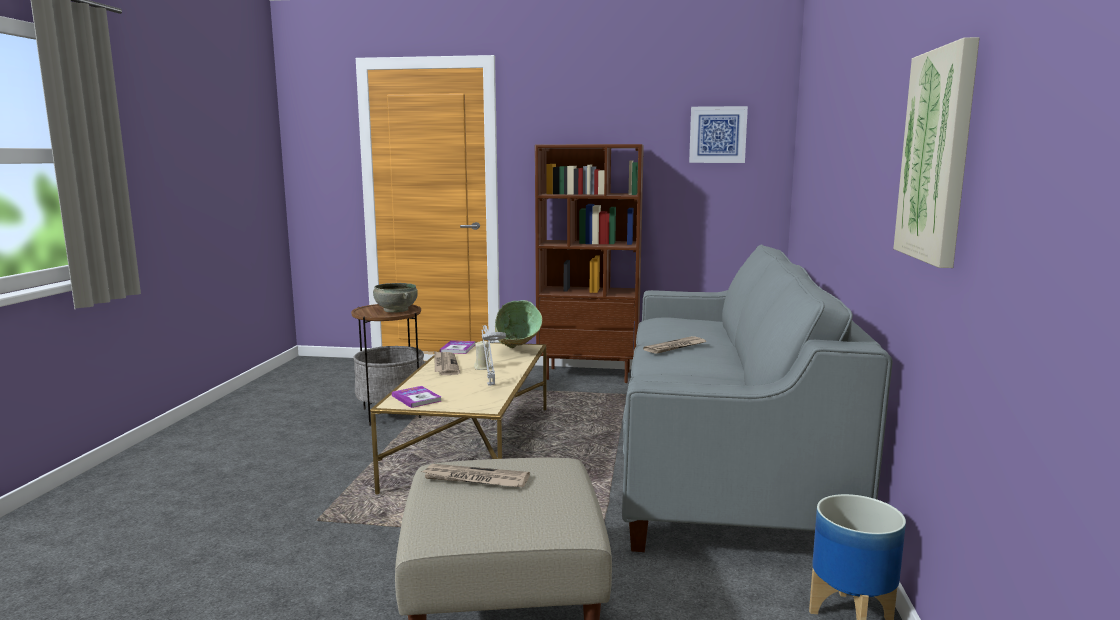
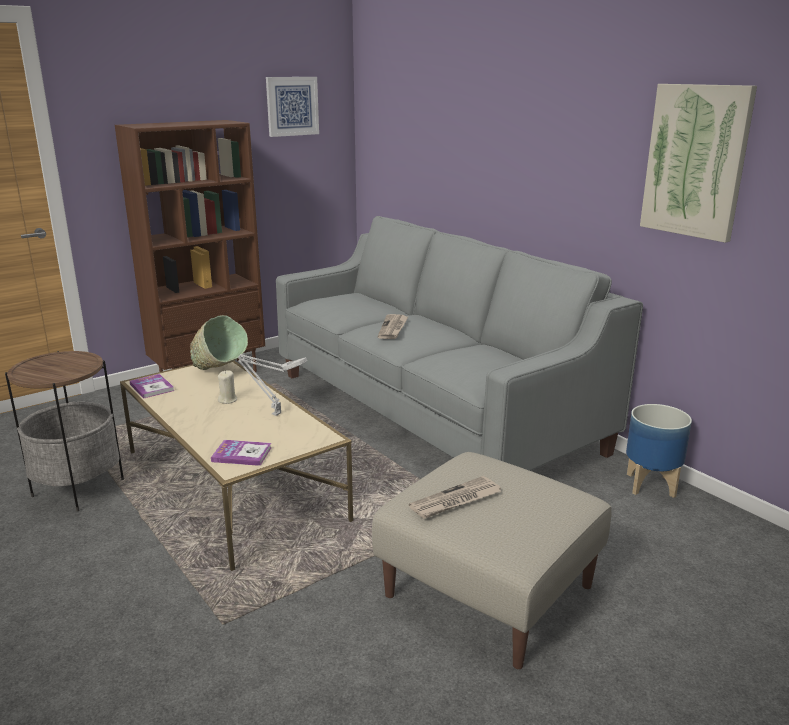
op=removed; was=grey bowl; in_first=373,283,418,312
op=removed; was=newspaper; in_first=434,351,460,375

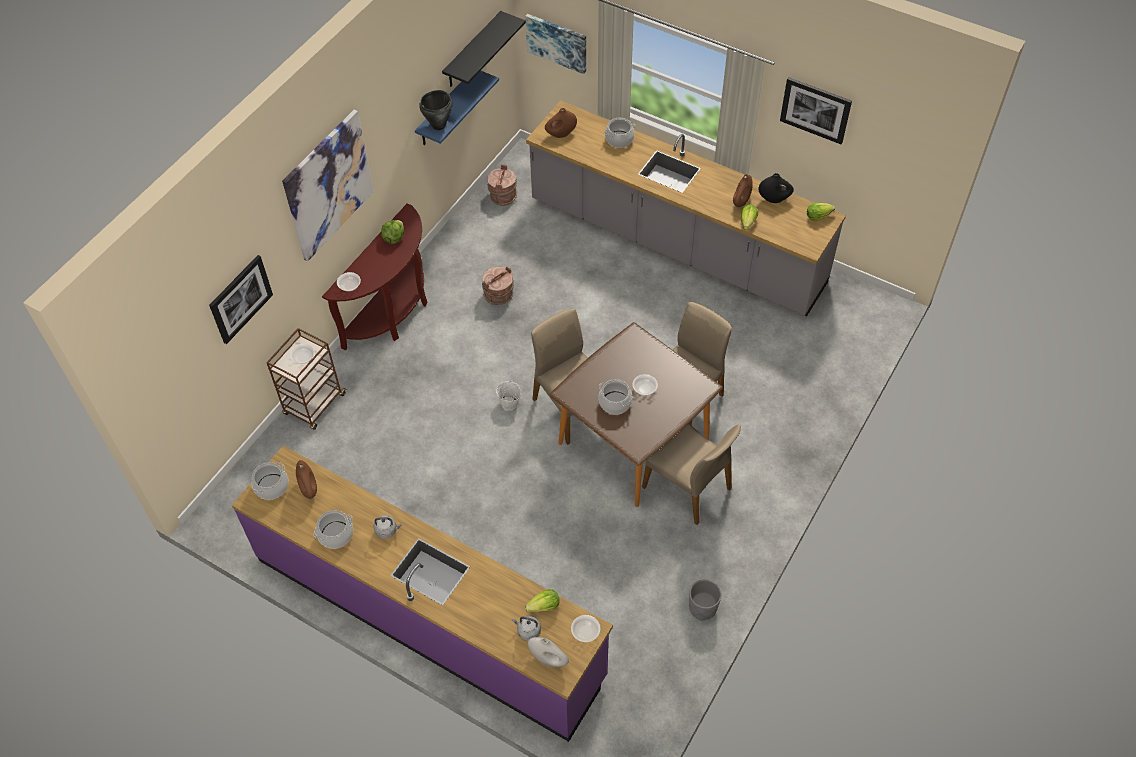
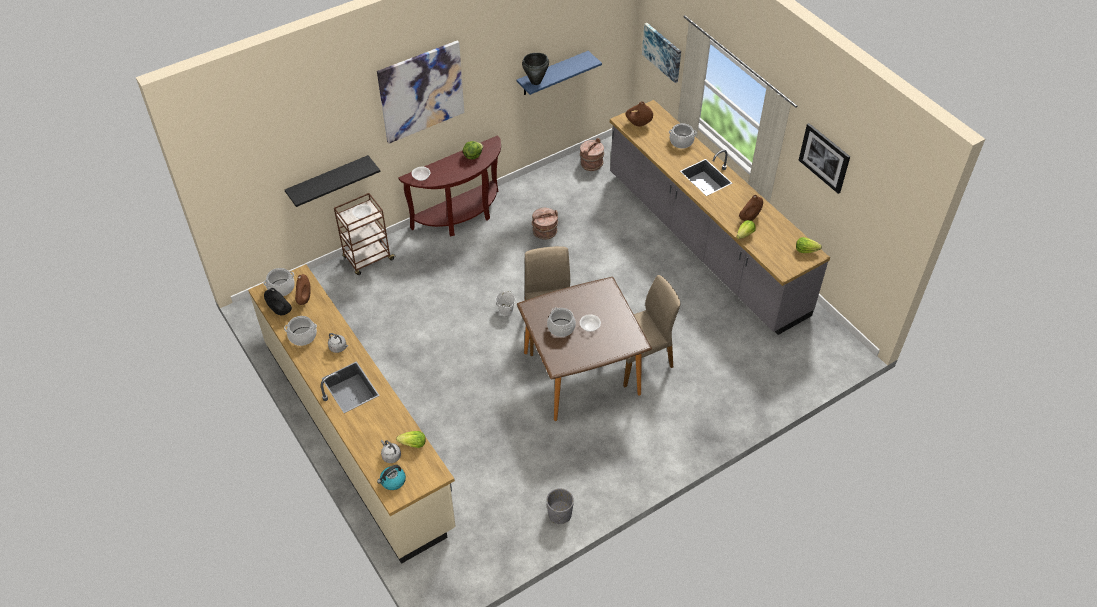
op=recoloured; was=purple counter; now=beige counter; in_first=232,446,613,742; in_second=248,264,456,564
op=moved; was=black vase; in_first=759,173,794,203; in_second=264,288,292,315
op=moved; was=black shelf; in_first=442,11,526,87; in_second=285,155,380,207
op=replaced; was=white vase; now=kettle; in_first=528,637,569,667; in_second=377,465,406,490
op=removed; was=picture; in_first=209,255,273,344
op=removed; was=bowl; in_first=571,615,600,642
op=removed; was=beige chair; in_first=642,424,741,525

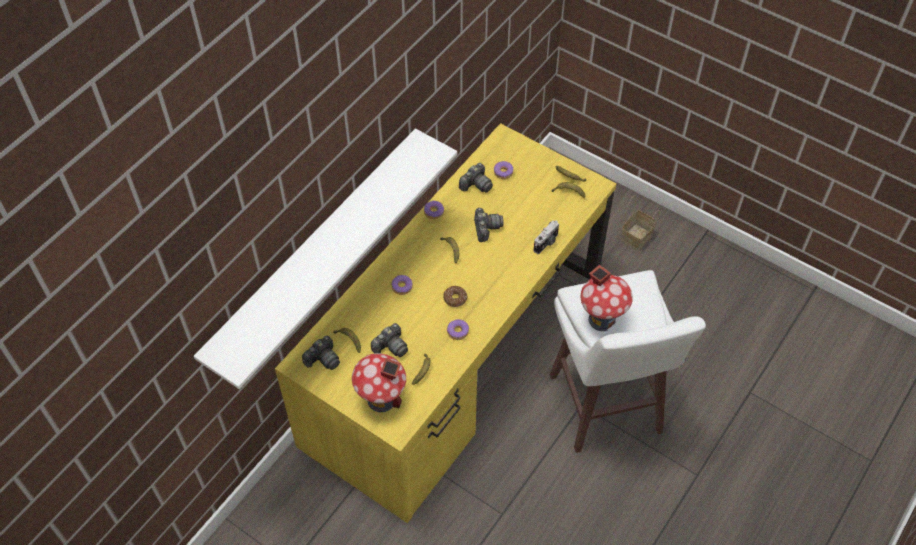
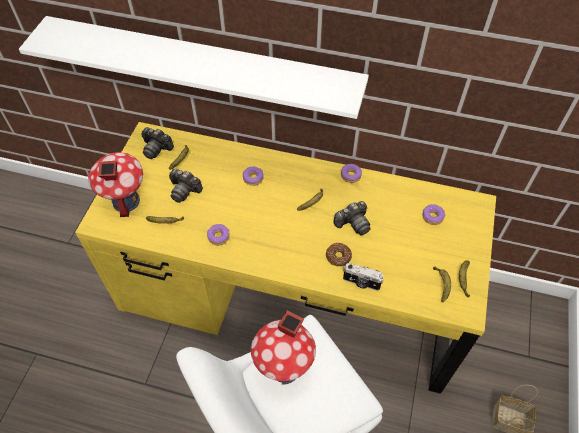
op=moved; was=donut; in_first=443,286,467,307; in_second=326,243,352,267
op=removed; was=photo camera; in_first=459,163,493,193

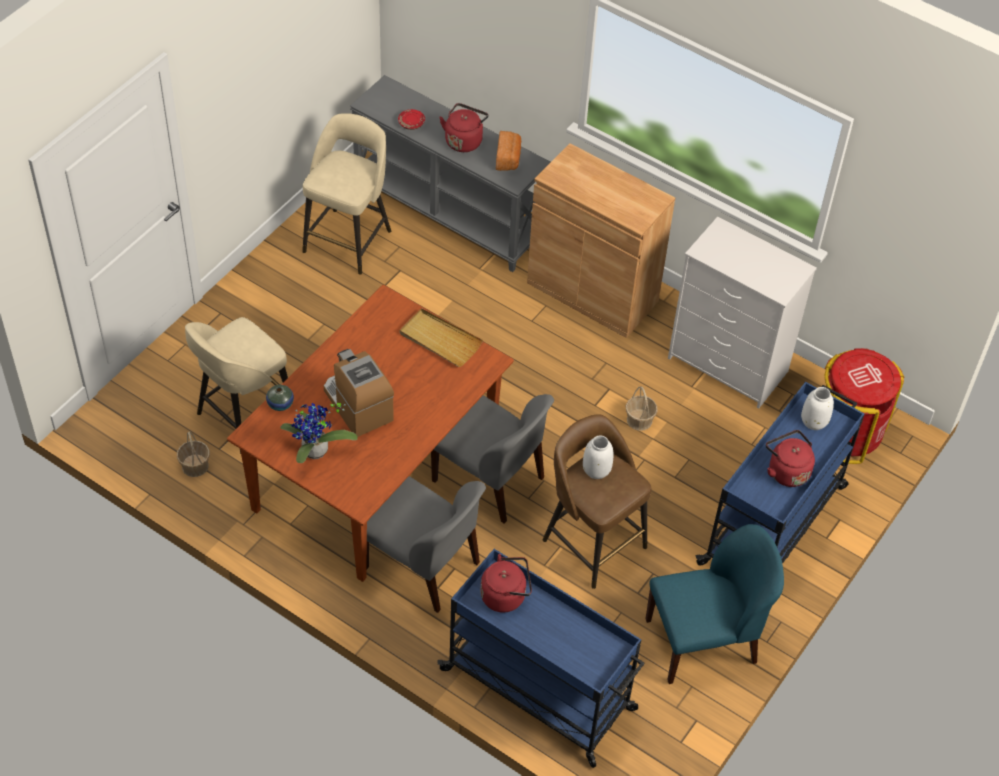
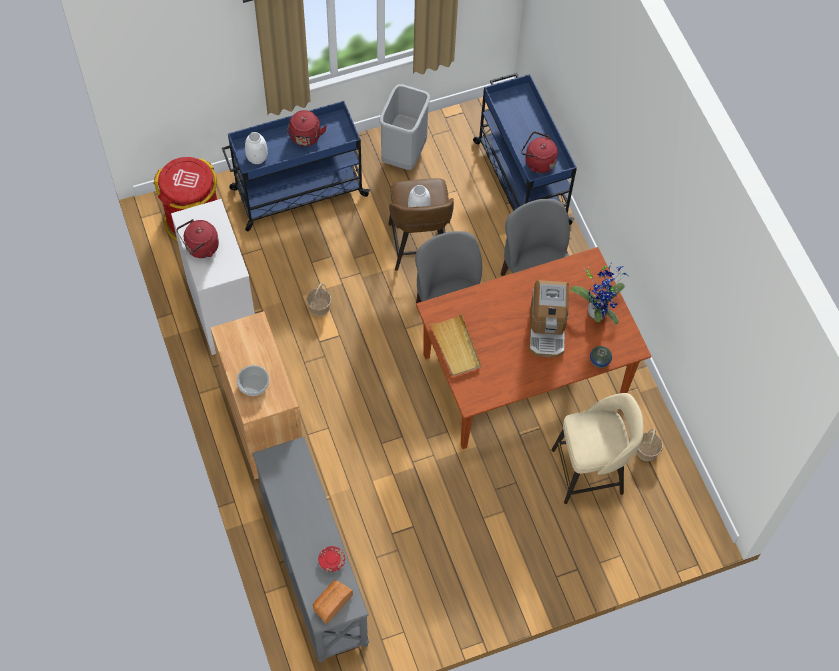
op=moved; was=red kettle; in_first=439,103,488,152; in_second=177,219,219,258
op=added; now=bowl; in_second=237,365,269,396
op=moved; was=bread; in_first=496,131,521,171; in_second=313,581,353,624
op=replaced; was=blue chair; now=grey trash can; in_first=646,524,784,684; in_second=379,84,430,170
op=removed; was=beige stool; in_first=302,113,391,275

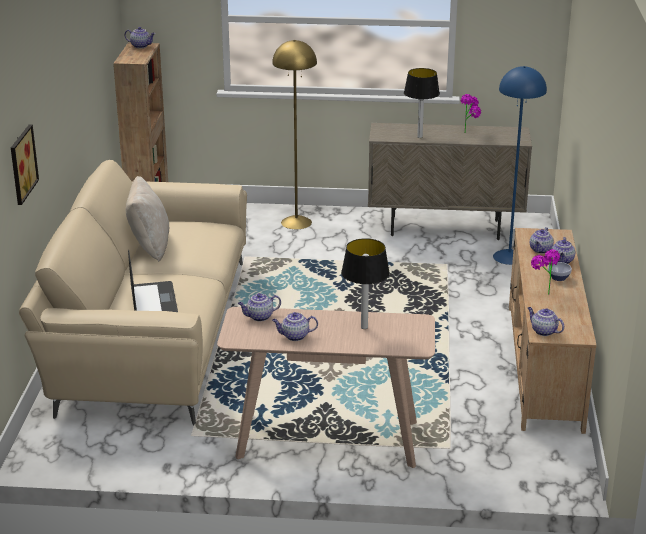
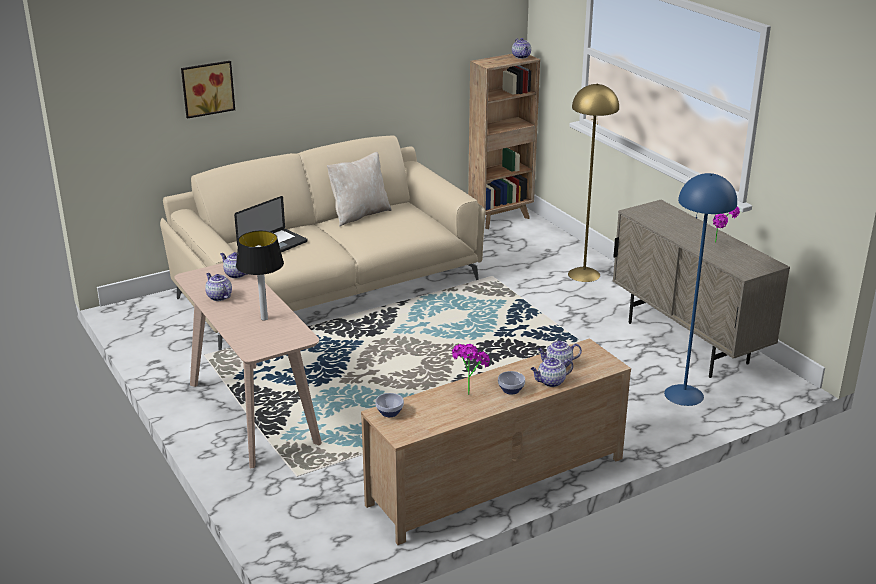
op=replaced; was=teapot; now=bowl; in_first=528,307,564,336; in_second=375,393,404,417
op=removed; was=table lamp; in_first=404,68,440,138

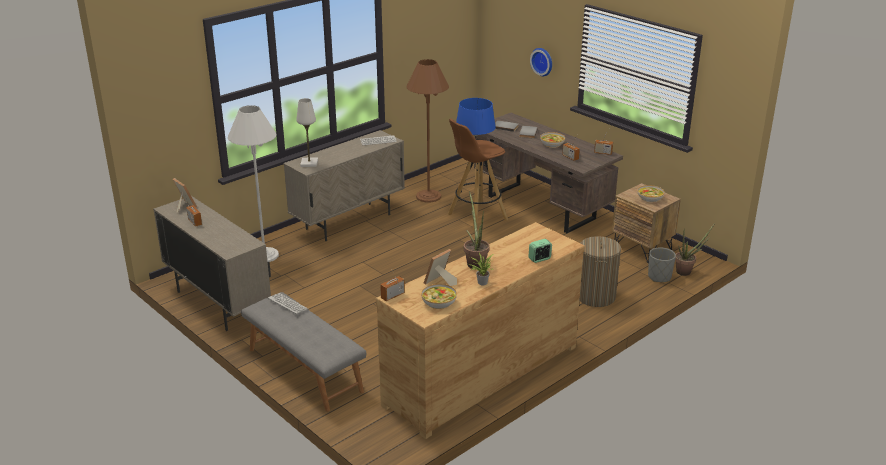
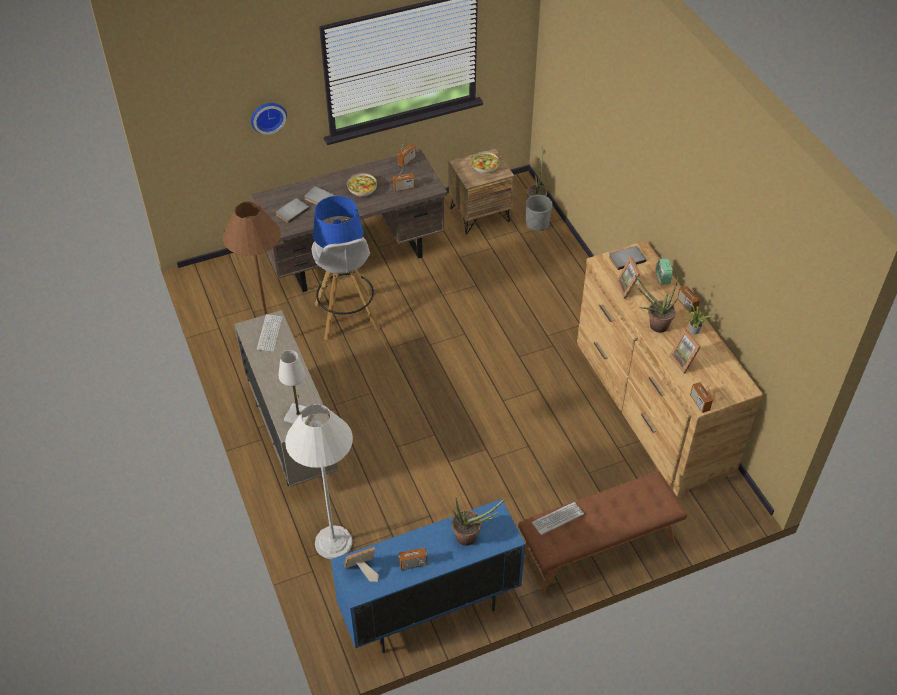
op=recoloured; was=brown stool; now=white stool; in_first=448,119,508,231; in_second=312,237,381,340
op=recoloured; was=beige cabinet; now=blue cabinet; in_first=153,196,271,331; in_second=331,499,526,653
op=added; now=potted plant; in_second=451,498,506,546
op=recoloured; was=grey bench; now=brown bench; in_first=241,292,366,412; in_second=518,471,687,593
op=added; now=grey book; in_second=609,246,646,270
op=added; now=picture frame; in_second=616,257,640,299
op=added; now=radio; in_second=677,282,700,313
op=removed; was=bowl; in_first=421,284,457,309
op=removed; was=laundry basket; in_first=579,236,621,307

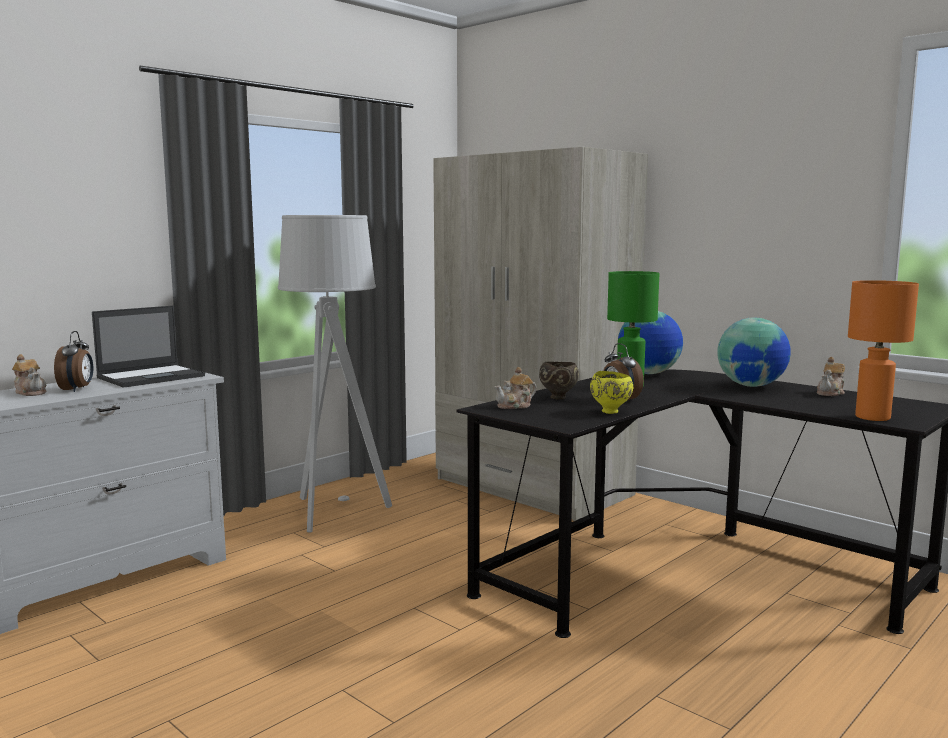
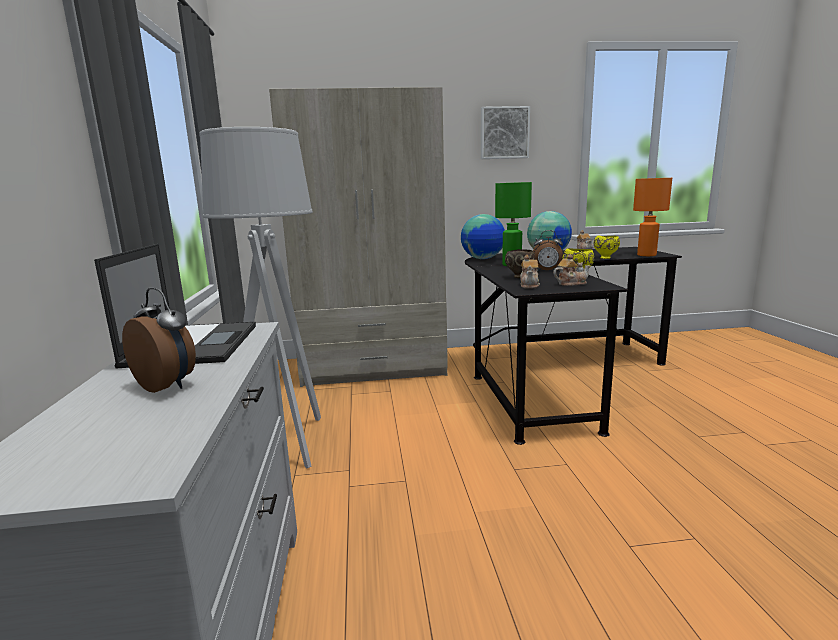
op=added; now=picture; in_second=481,106,530,159
op=moved; was=teapot; in_first=12,354,47,396; in_second=553,254,590,286
op=added; now=yellow bowl; in_second=594,236,620,259

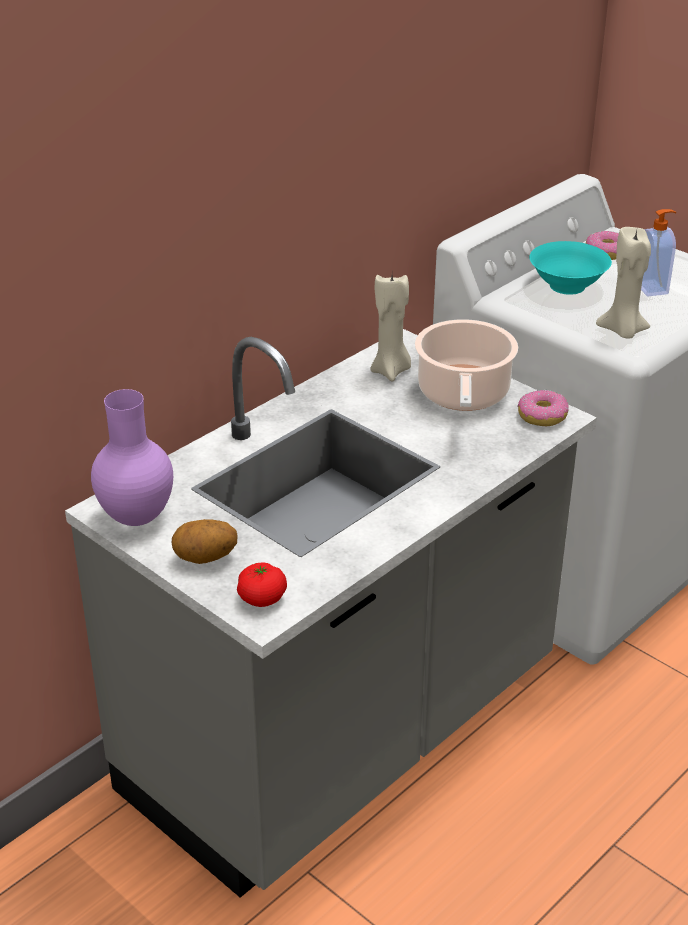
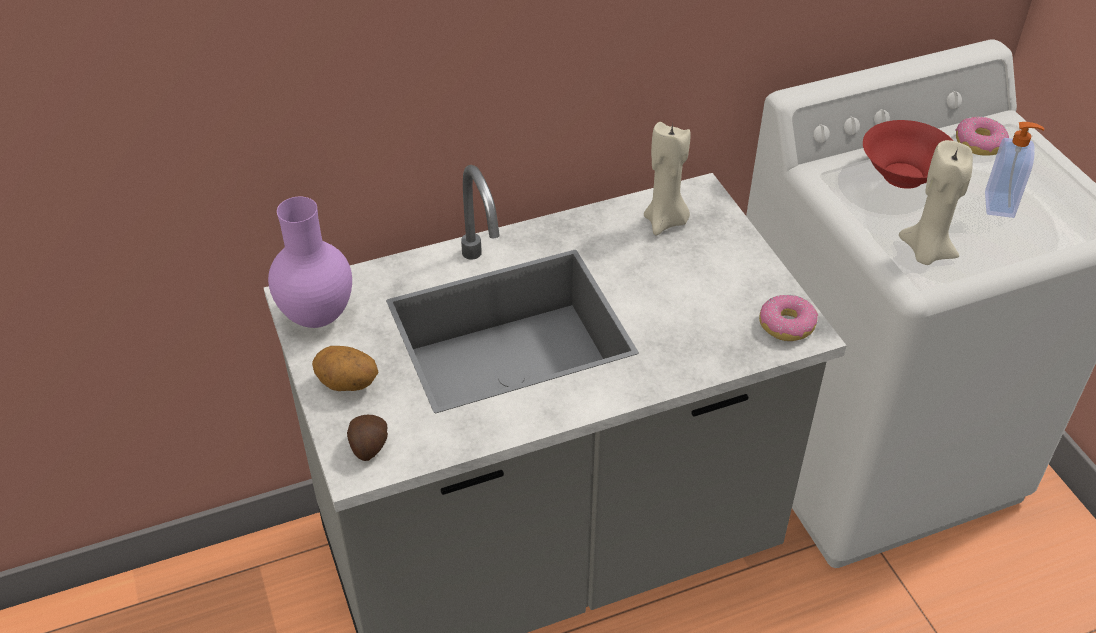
op=replaced; was=tomato; now=potato; in_first=237,562,287,607; in_second=347,415,388,461
op=recoloured; was=turquoise bowl; now=red bowl; in_first=529,241,612,295; in_second=863,120,953,189
op=removed; was=cooking pot; in_first=415,319,518,411

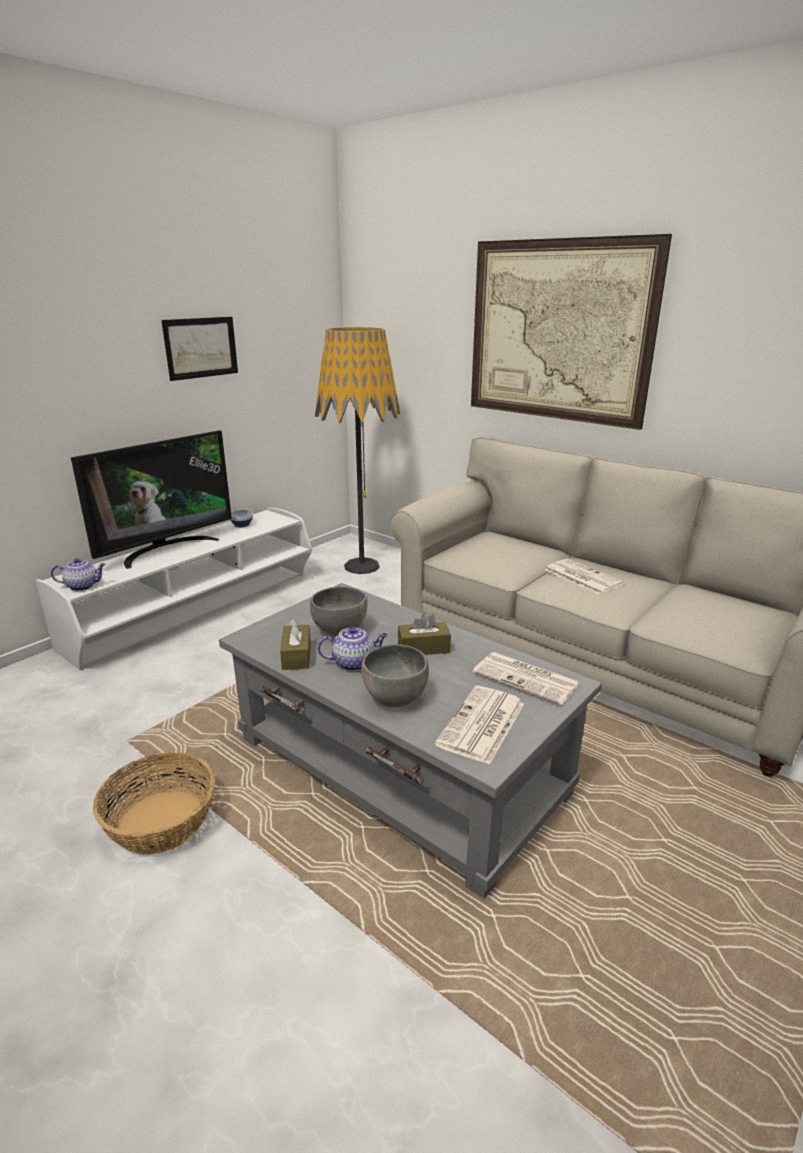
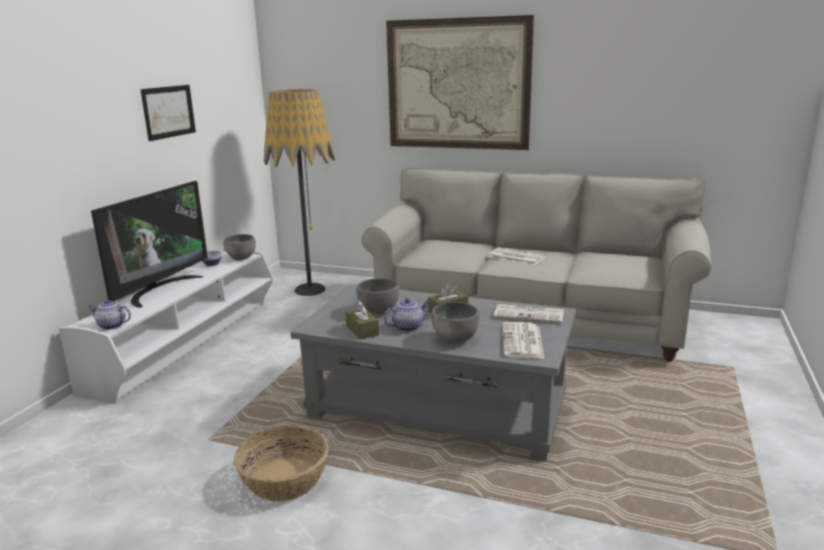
op=turned; was=teapot; in_first=51,558,105,591; in_second=88,300,131,330; clockwise=-135
op=added; now=grey bowl; in_second=223,234,256,260

